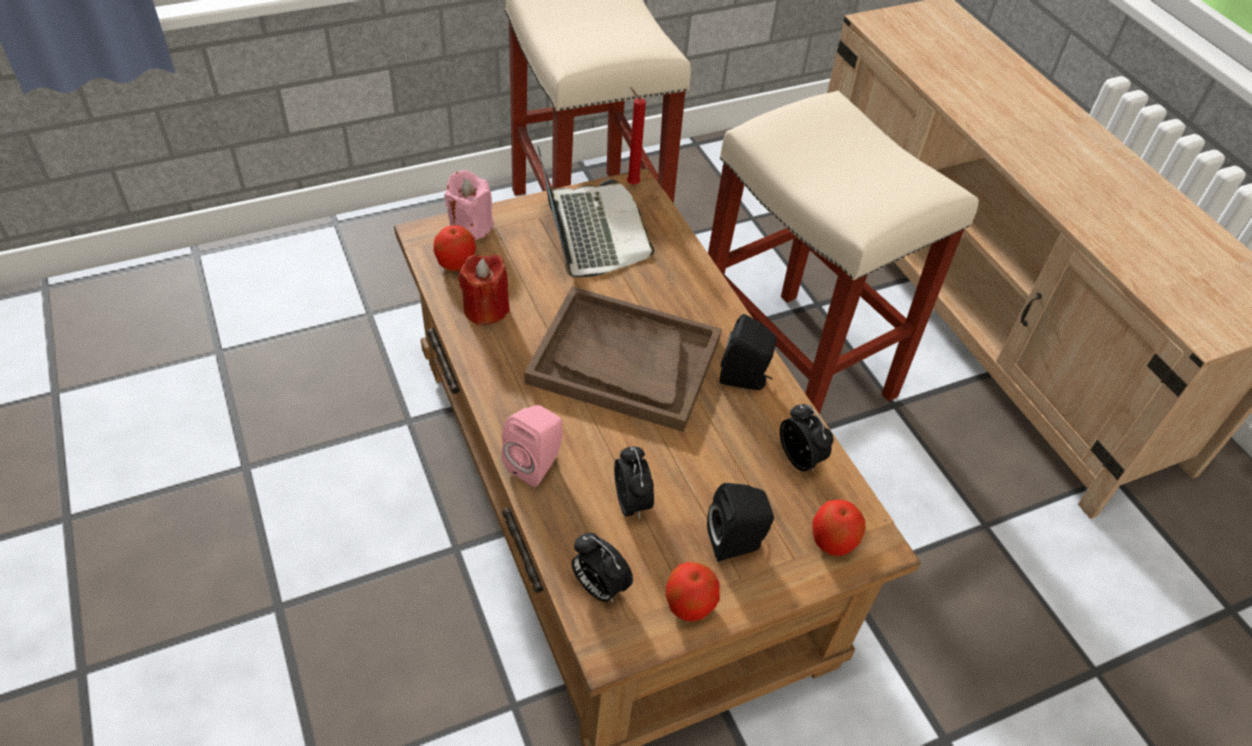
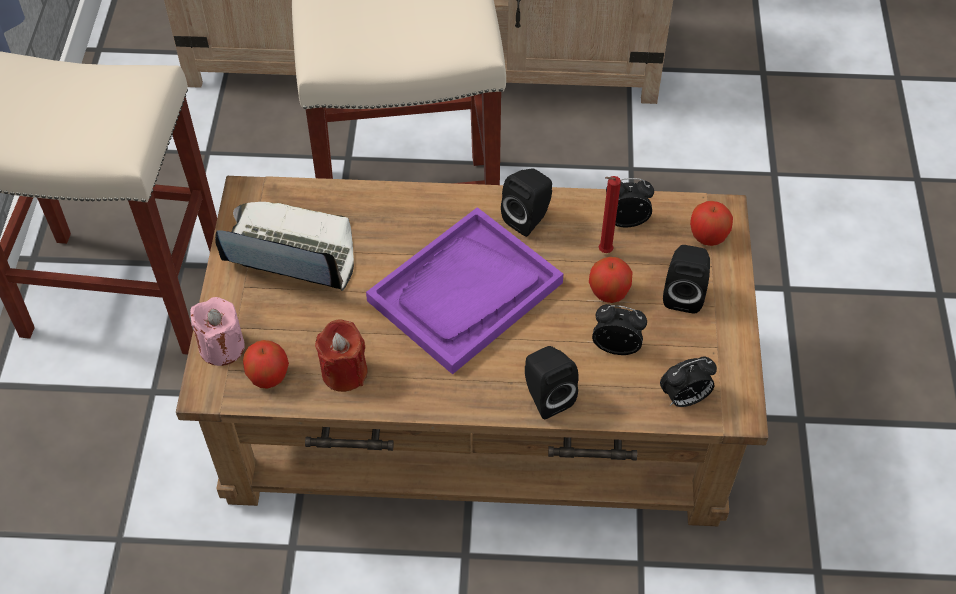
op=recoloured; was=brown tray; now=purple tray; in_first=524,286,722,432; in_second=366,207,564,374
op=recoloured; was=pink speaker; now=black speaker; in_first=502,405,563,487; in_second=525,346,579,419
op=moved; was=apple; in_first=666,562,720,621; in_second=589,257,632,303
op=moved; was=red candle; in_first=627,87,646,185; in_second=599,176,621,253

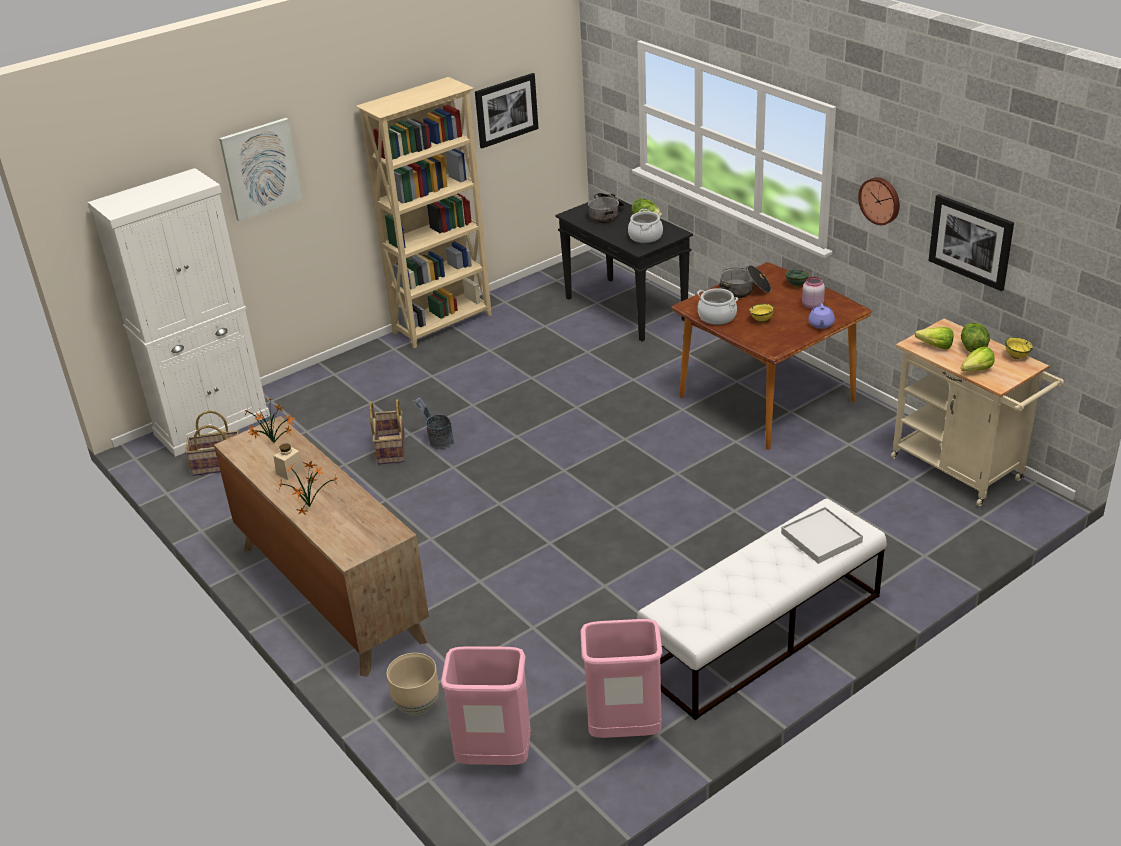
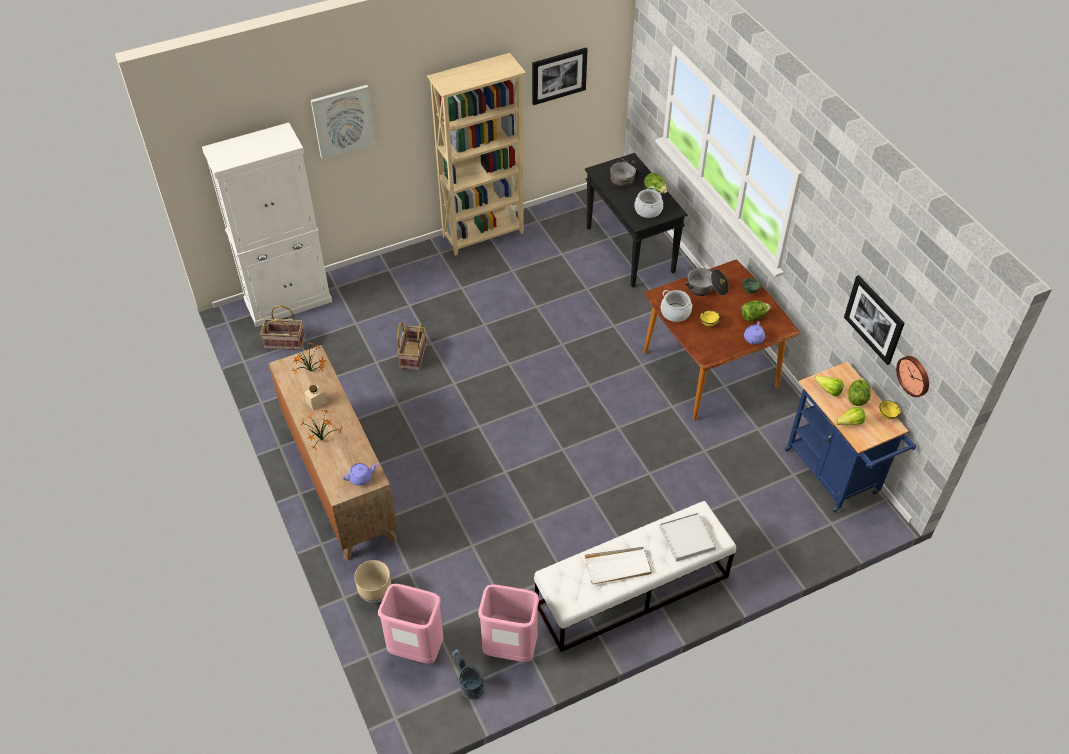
op=added; now=purple teapot; in_second=343,463,378,486
op=moved; was=grey bucket; in_first=413,398,454,449; in_second=451,649,485,700
op=added; now=white tray; in_second=584,547,652,584
op=replaced; was=pink jar; now=lettuce; in_first=802,277,825,309; in_second=741,300,771,322
op=recoloured; was=beige cart; now=blue cart; in_first=891,319,1064,507; in_second=785,361,916,513
op=moved; was=wall clock; in_first=858,177,900,225; in_second=896,356,929,397

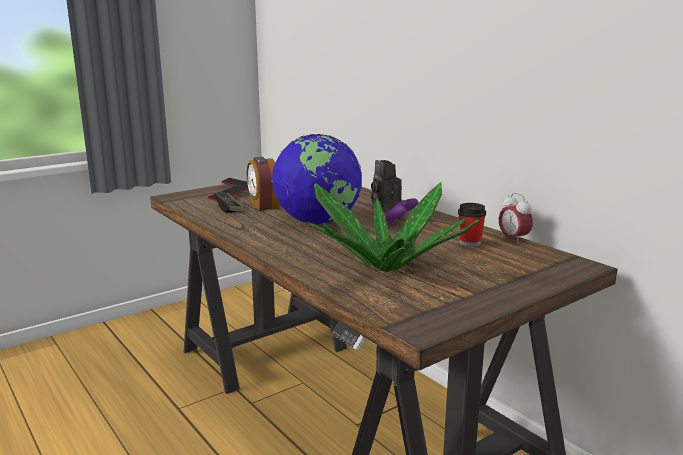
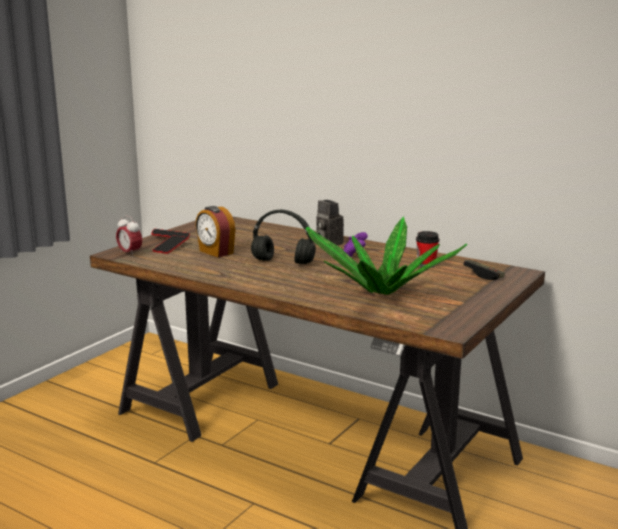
op=moved; was=alarm clock; in_first=499,193,533,244; in_second=116,215,142,257
op=replaced; was=globe; now=black headphones; in_first=272,134,362,224; in_second=251,210,316,264
op=moved; was=game controller; in_first=213,192,244,213; in_second=463,260,505,280

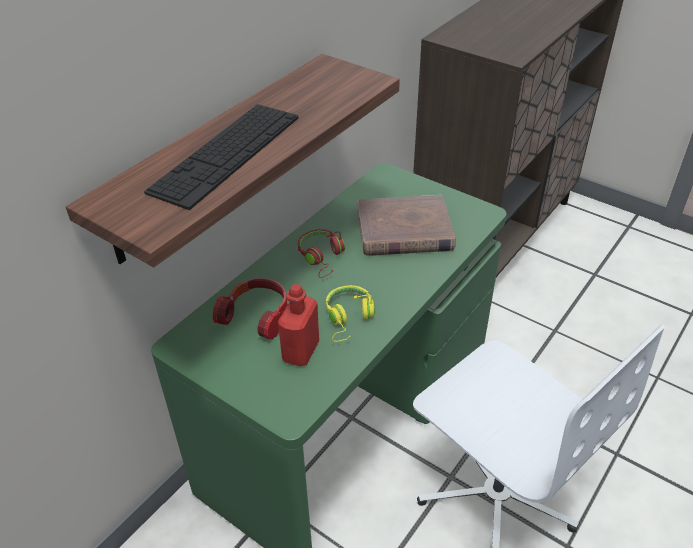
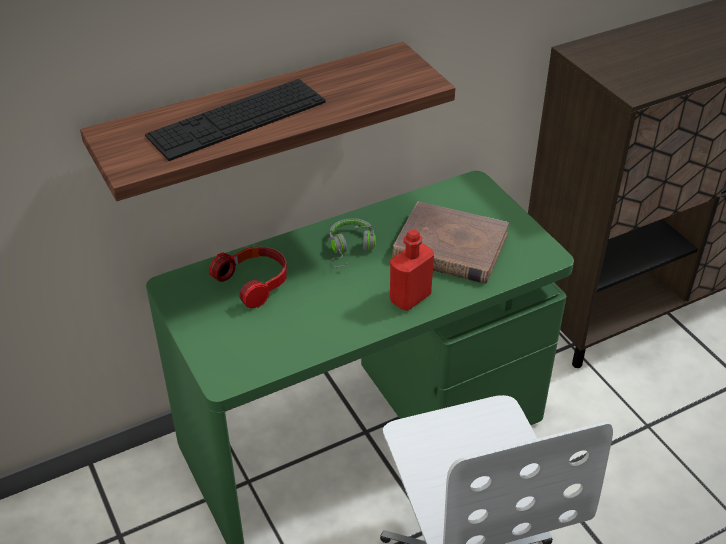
op=recoloured; was=red headphones; now=grey headphones; in_first=298,229,345,278; in_second=329,218,376,267
op=moved; was=red bottle; in_first=278,284,319,366; in_second=390,229,434,311
op=removed; was=yellow headphones; in_first=326,285,375,342

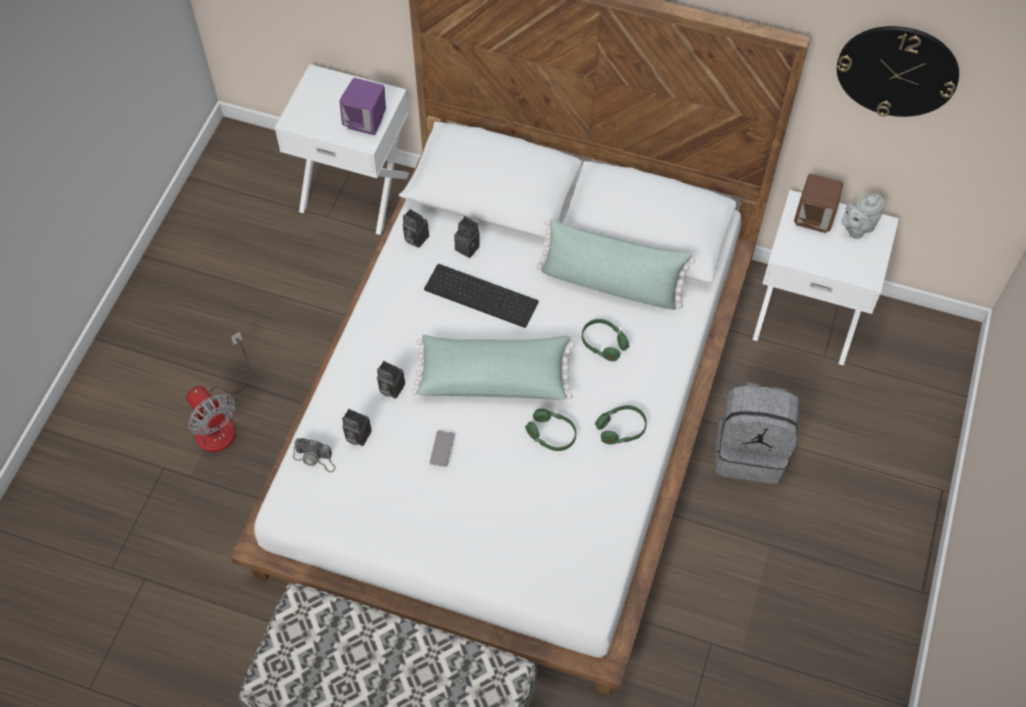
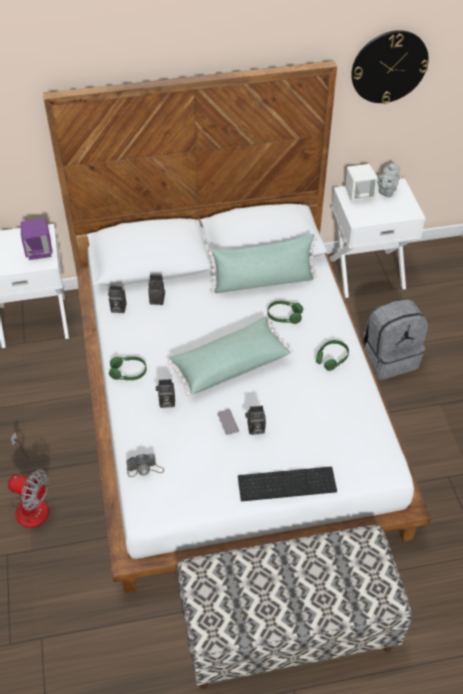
op=moved; was=green headphones; in_first=525,409,576,451; in_second=109,356,147,380
op=moved; was=keyboard; in_first=424,264,539,328; in_second=238,467,337,501
op=moved; was=photo camera; in_first=342,409,372,446; in_second=245,405,266,435
op=recoloured; was=brown speaker; now=white speaker; in_first=794,174,843,233; in_second=345,164,378,203

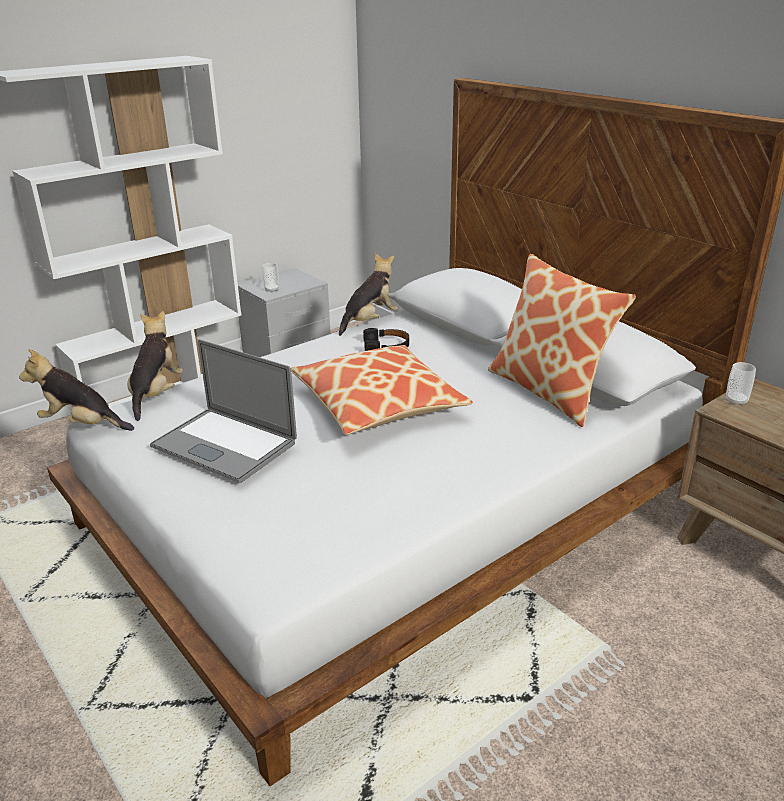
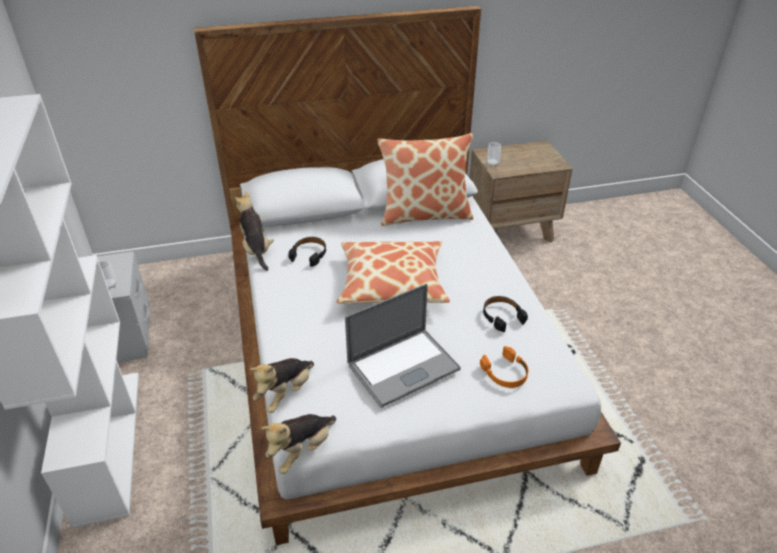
op=turned; was=plush toy; in_first=127,311,183,421; in_second=250,358,314,413; clockwise=-90
op=added; now=orange headphones; in_second=480,346,529,388
op=added; now=black headphones; in_second=483,296,528,332

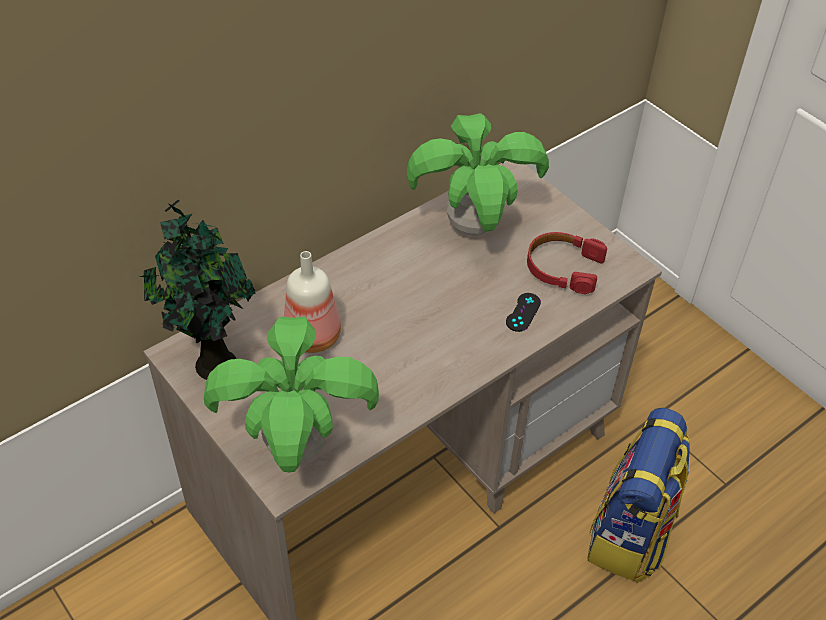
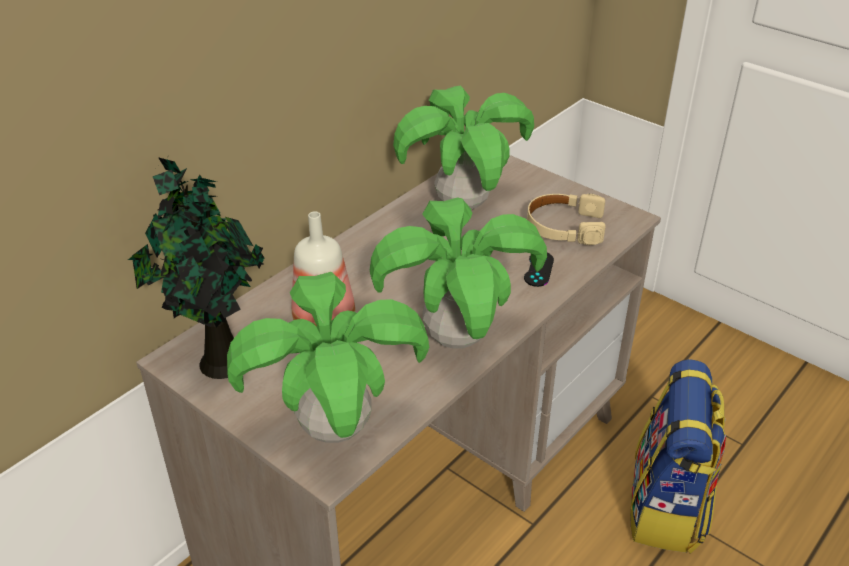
op=added; now=potted plant; in_second=370,197,547,349
op=recoloured; was=red headphones; now=beige headphones; in_first=527,232,607,294; in_second=527,193,606,245

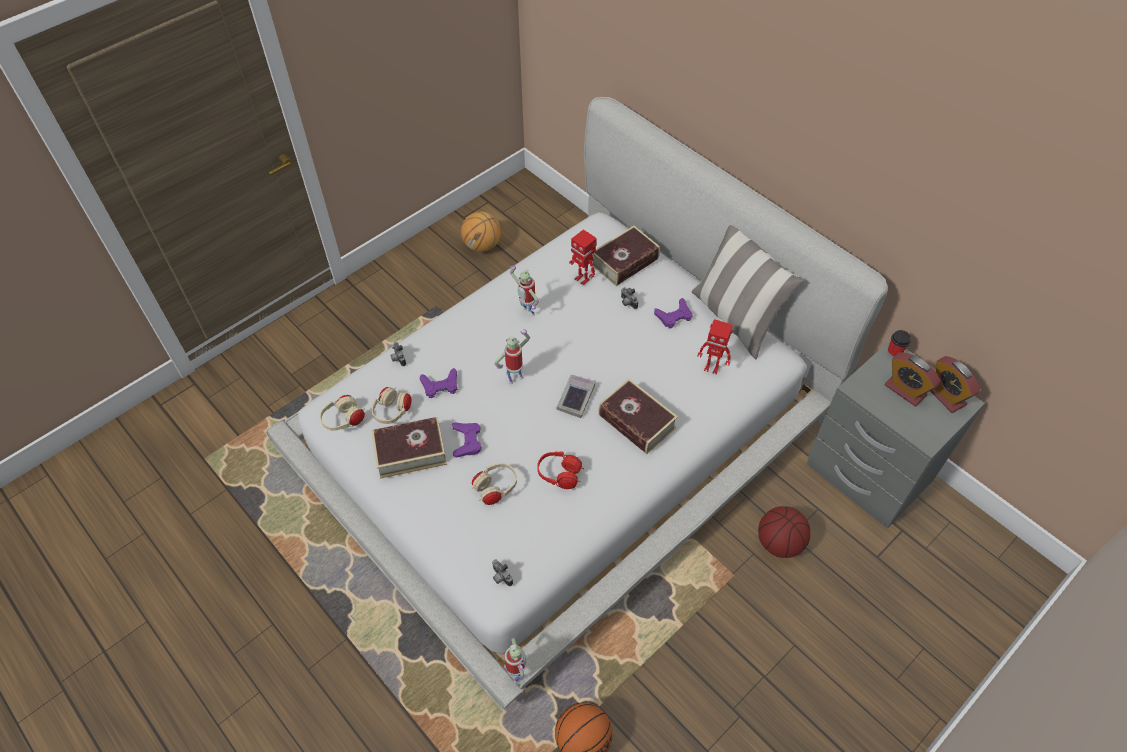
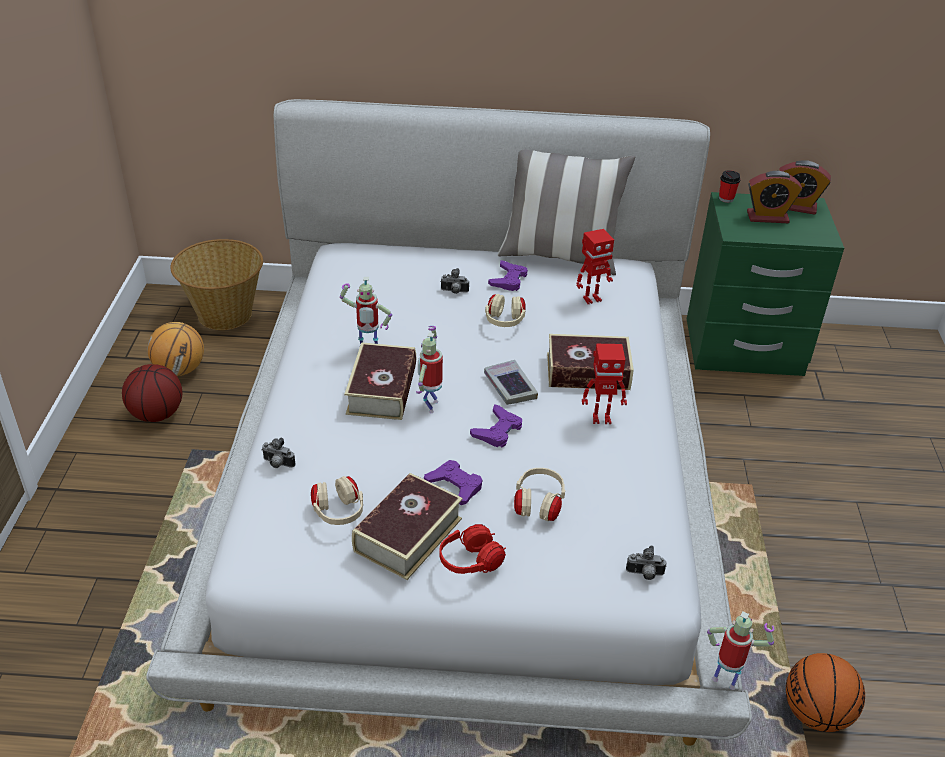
op=moved; was=basketball; in_first=758,506,811,558; in_second=122,364,182,422
op=added; now=basket; in_second=170,239,263,330
op=moved; was=book; in_first=593,226,660,286; in_second=345,342,416,420
op=moved; was=red headphones; in_first=538,451,584,489; in_second=439,524,506,574
op=moved; was=purple game controller; in_first=420,368,458,398; in_second=470,404,522,447
op=moved; was=beige headphones; in_first=320,395,365,431; in_second=485,294,526,327
op=moved; was=toy robot; in_first=569,229,597,286; in_second=582,344,627,424
op=recoloured; was=grey nightstand; now=green nightstand; in_first=806,340,985,528; in_second=687,192,844,376

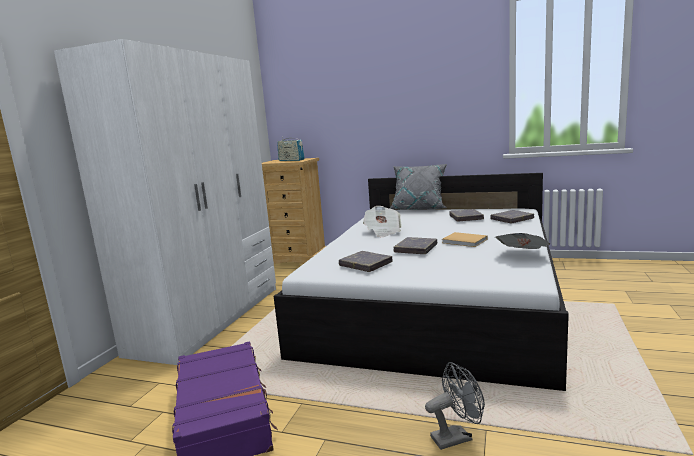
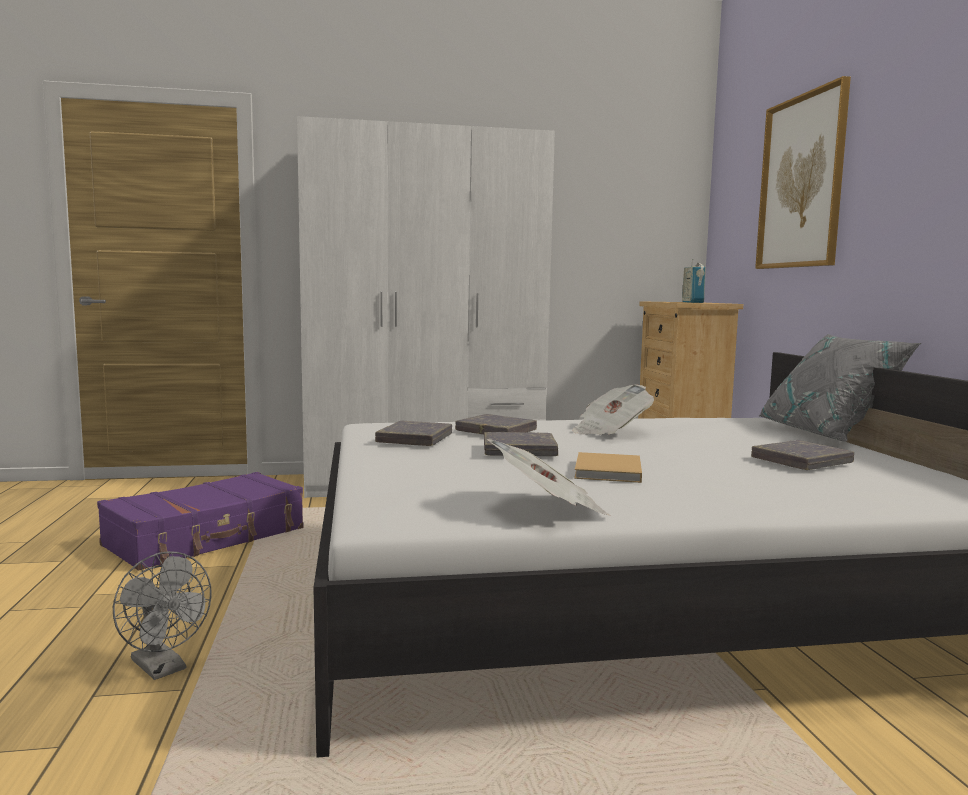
op=moved; was=grey book; in_first=490,210,534,223; in_second=455,414,537,434
op=added; now=picture; in_second=755,76,851,269

